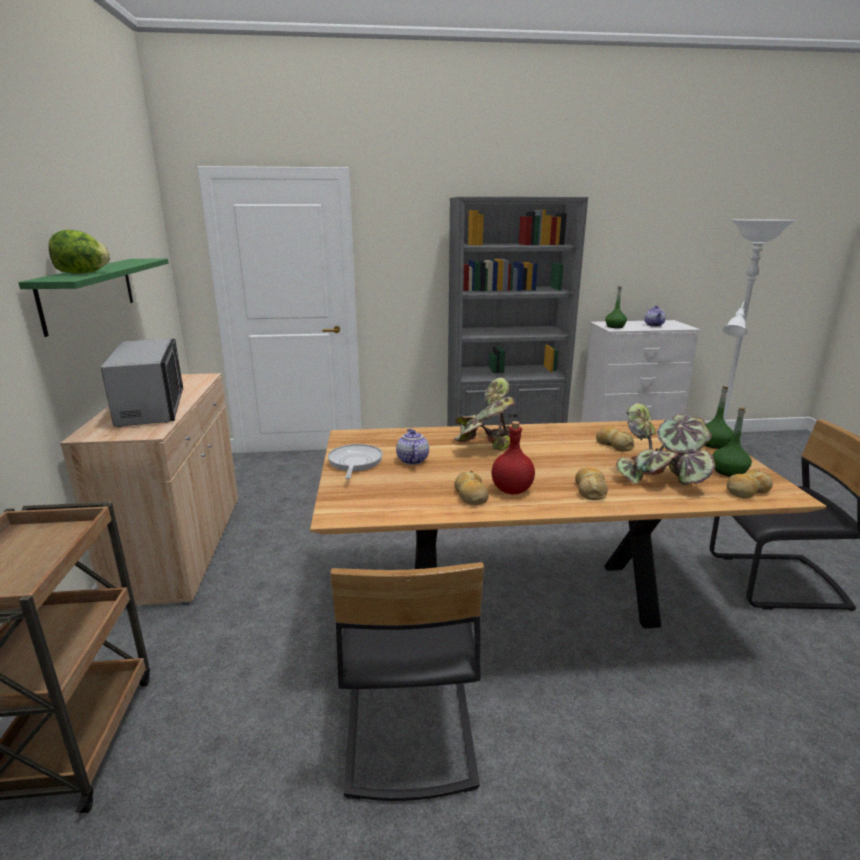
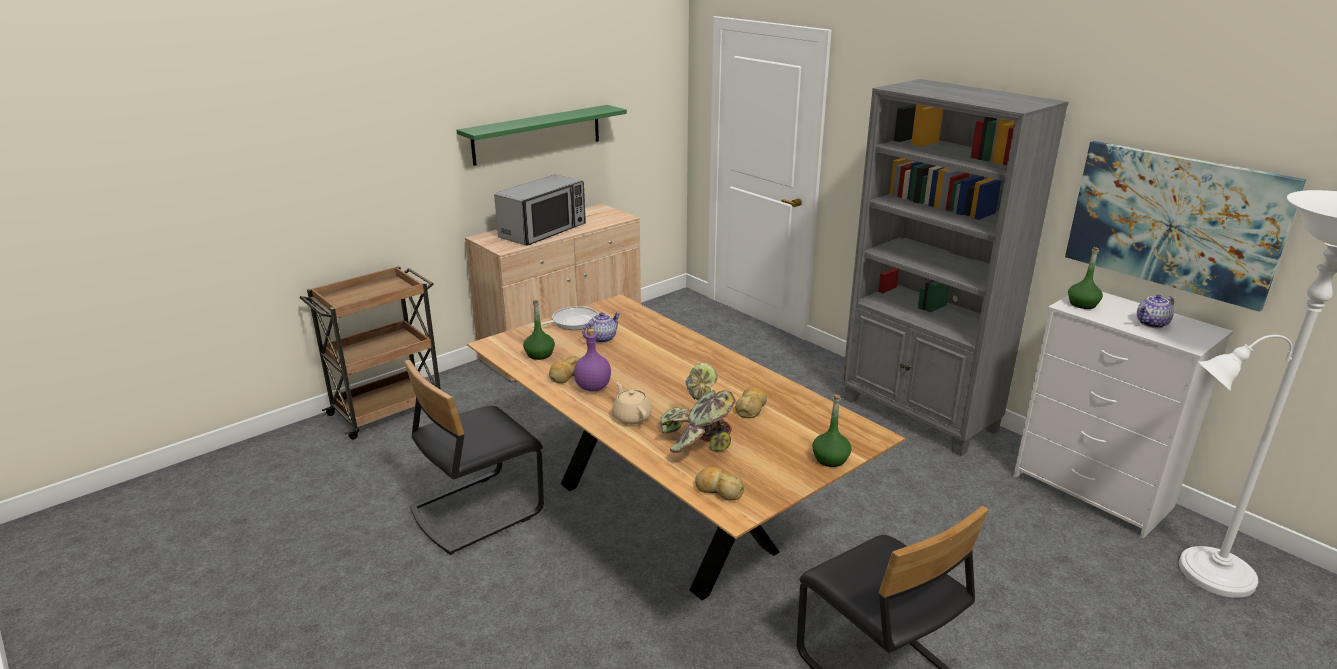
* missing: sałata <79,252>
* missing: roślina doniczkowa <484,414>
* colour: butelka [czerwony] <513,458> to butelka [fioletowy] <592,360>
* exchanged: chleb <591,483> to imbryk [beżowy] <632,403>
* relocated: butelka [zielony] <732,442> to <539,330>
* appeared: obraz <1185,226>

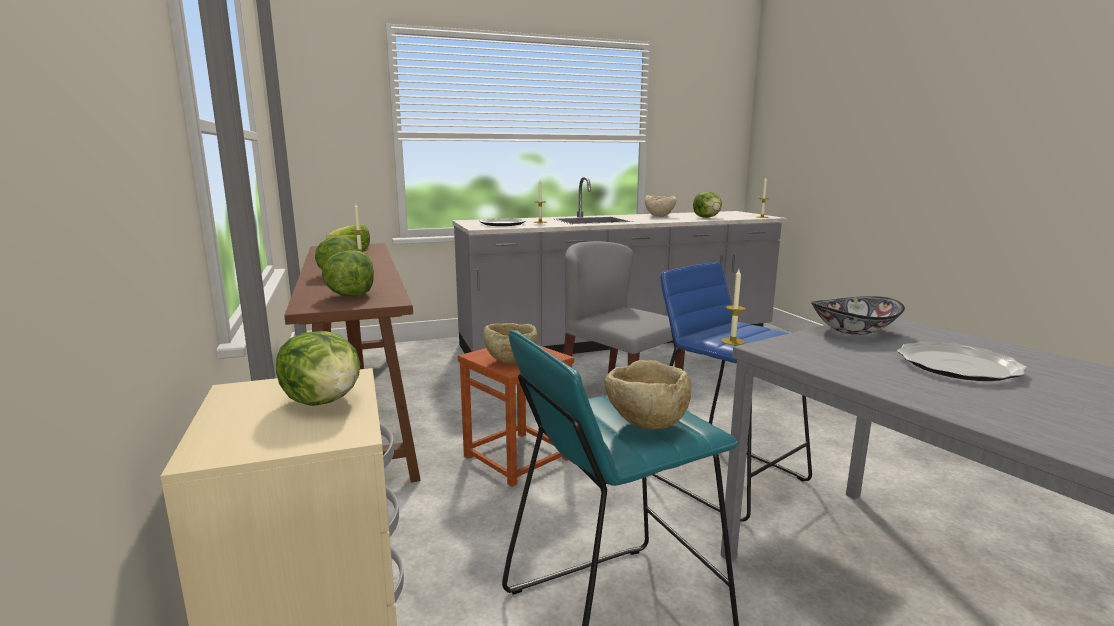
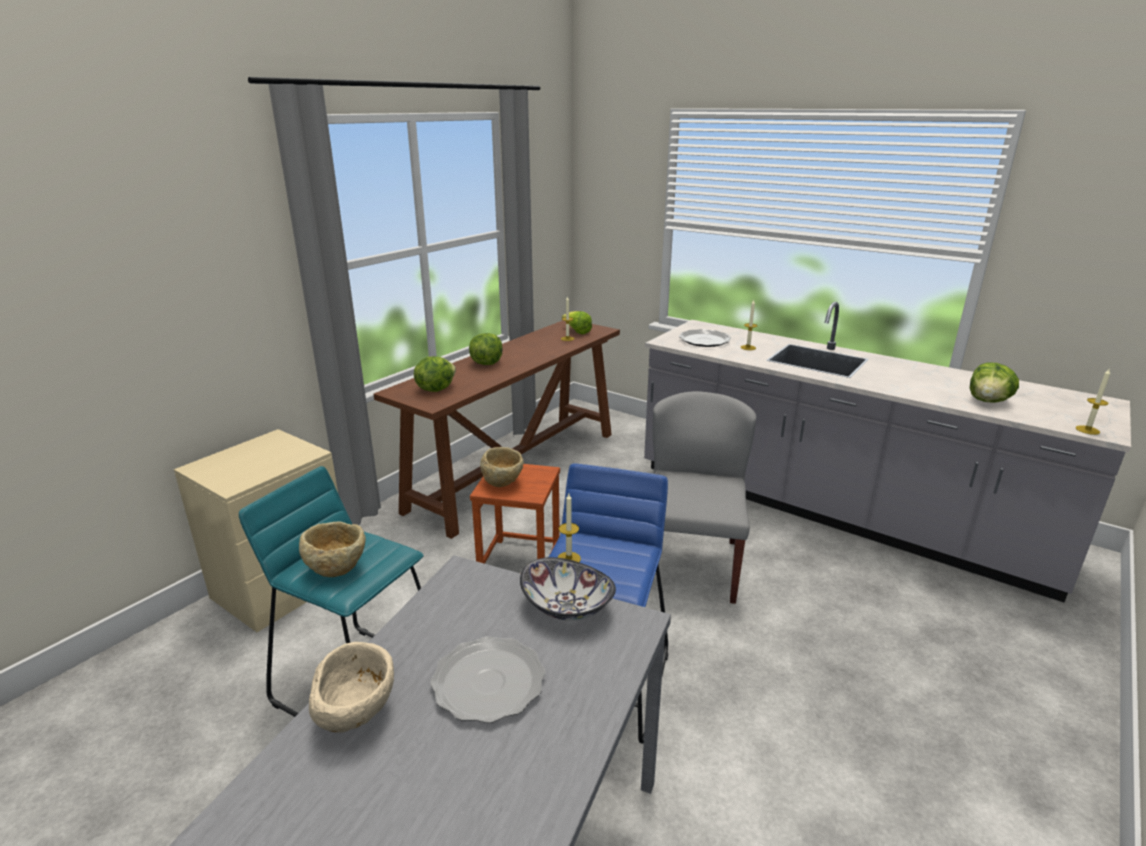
* missing: sałata <318,368>
* relocated: miska [beżowy] <661,206> to <351,687>

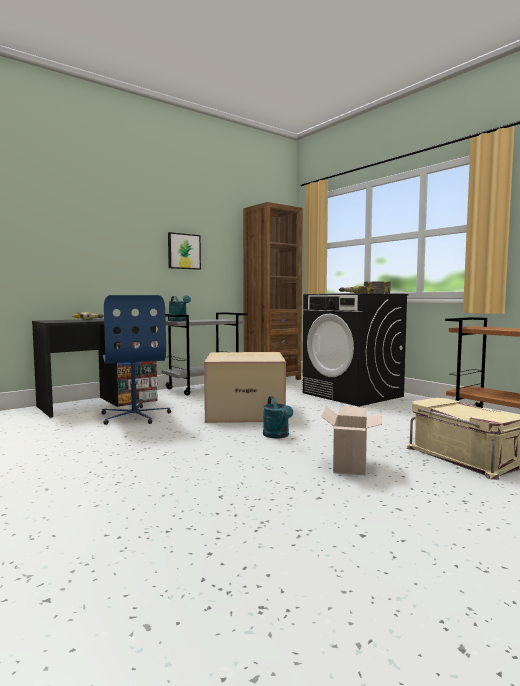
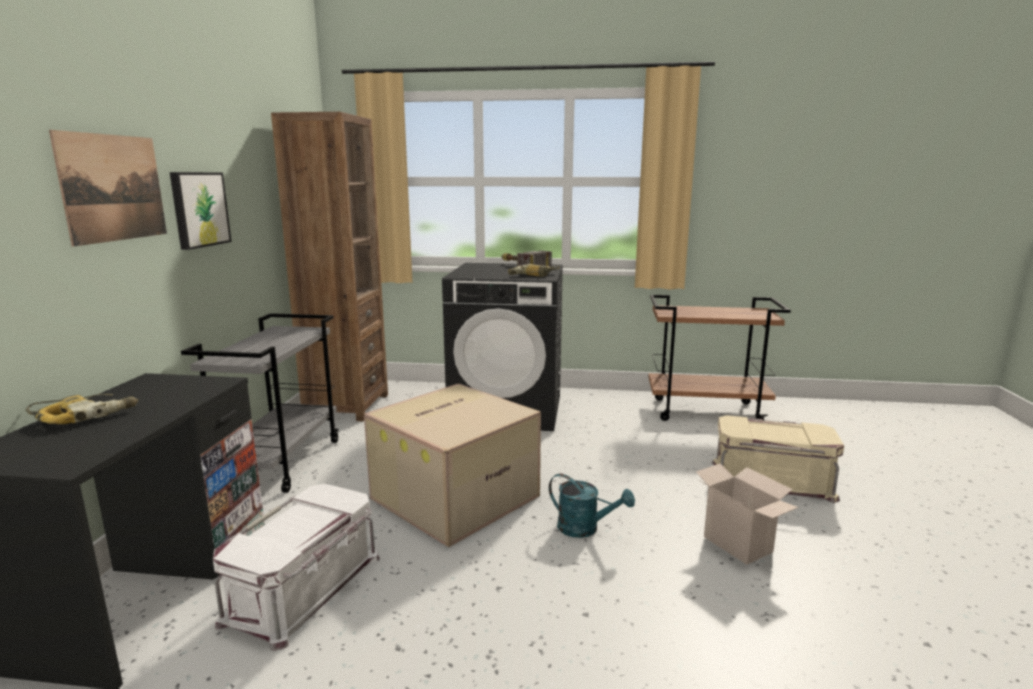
* exchanged: krzesło biurowe [niebieski] <136,360> to pojemnik do przechowywania [biały] <296,567>
* missing: konewka [turkusowy] <180,308>
* appeared: obraz <108,188>

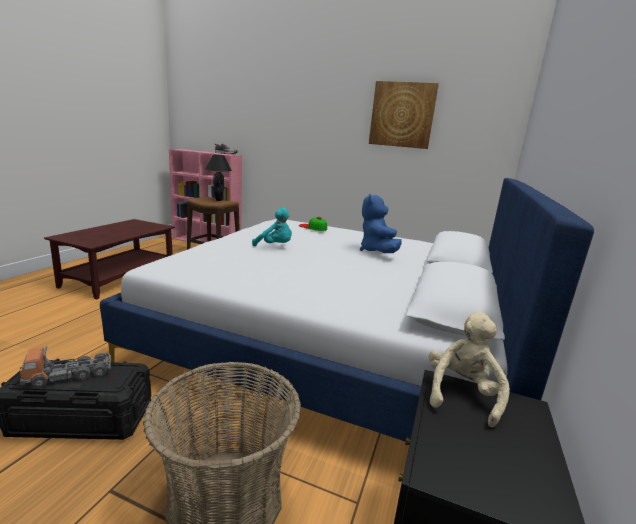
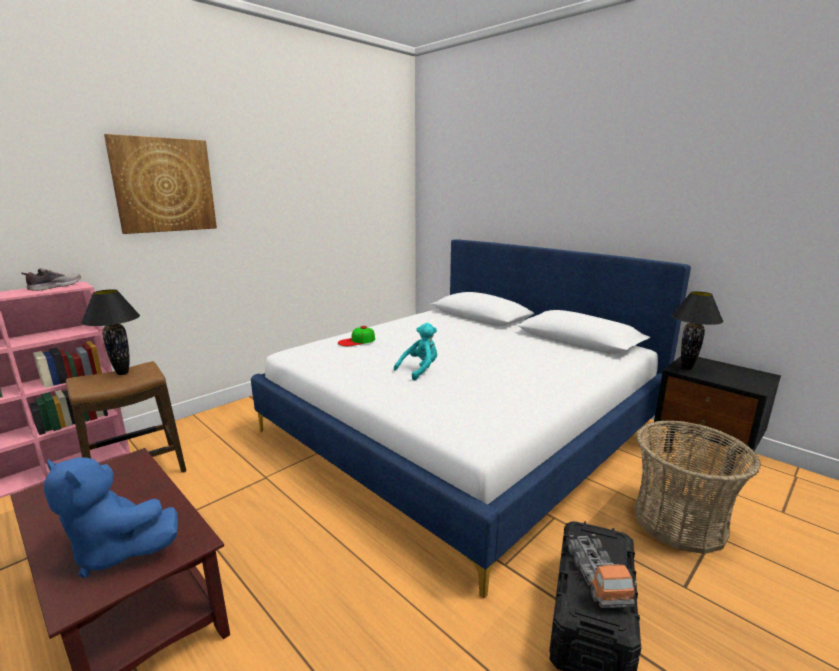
* relocated: pluszak [niebieski] <381,223> to <111,518>
* relocated: obraz <404,115> to <160,184>
* exchanged: pluszak [beżowy] <469,369> to lampa stołowa [czarny] <697,330>

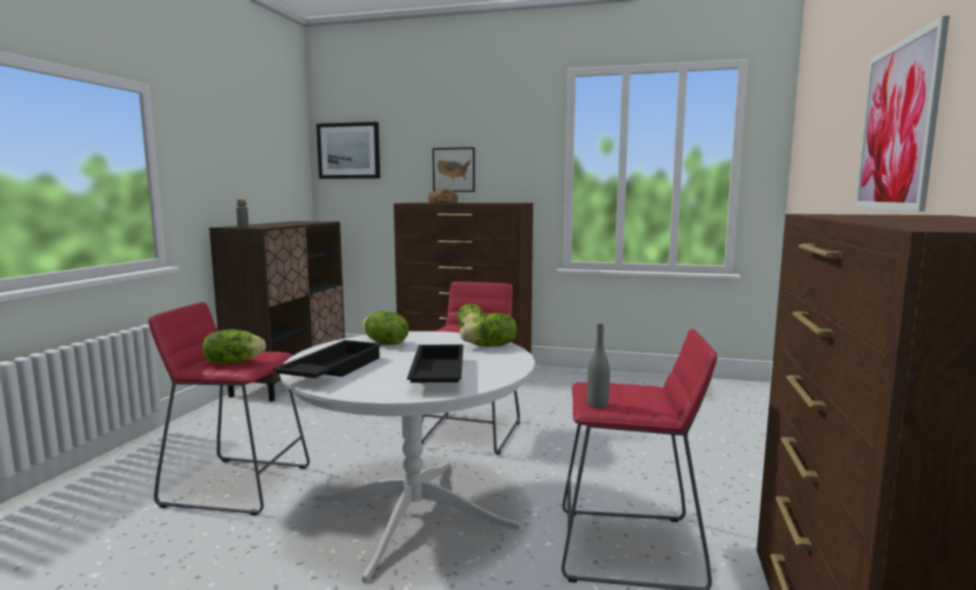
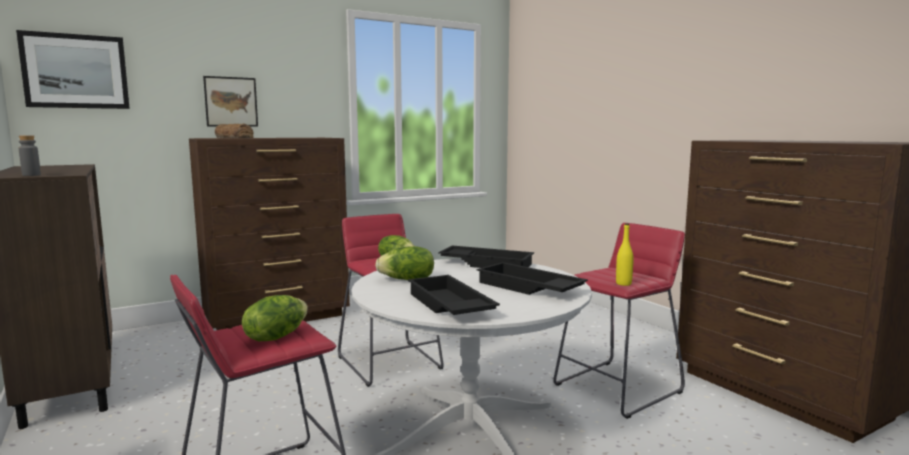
* exchanged: sałata <488,330> to taca [czarny] <486,256>
* colour: butelka [szary] <598,366> to butelka [żółty] <625,254>
* missing: obraz <902,113>

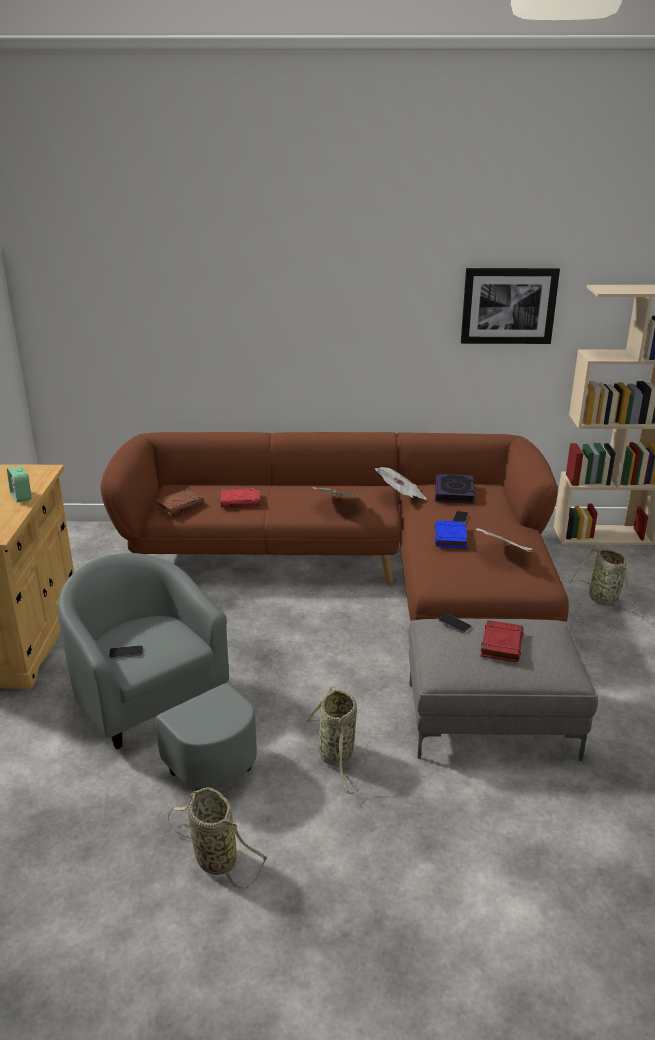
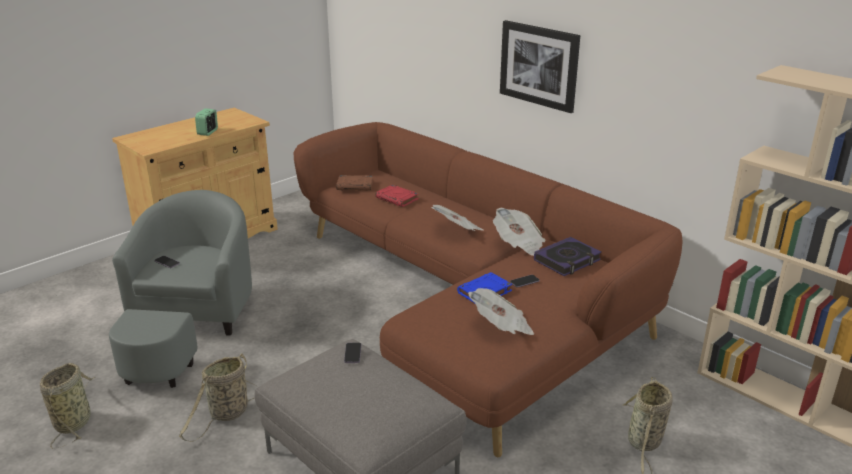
* relocated: obraz <510,306> to <540,66>
* missing: książka [czerwony] <501,641>

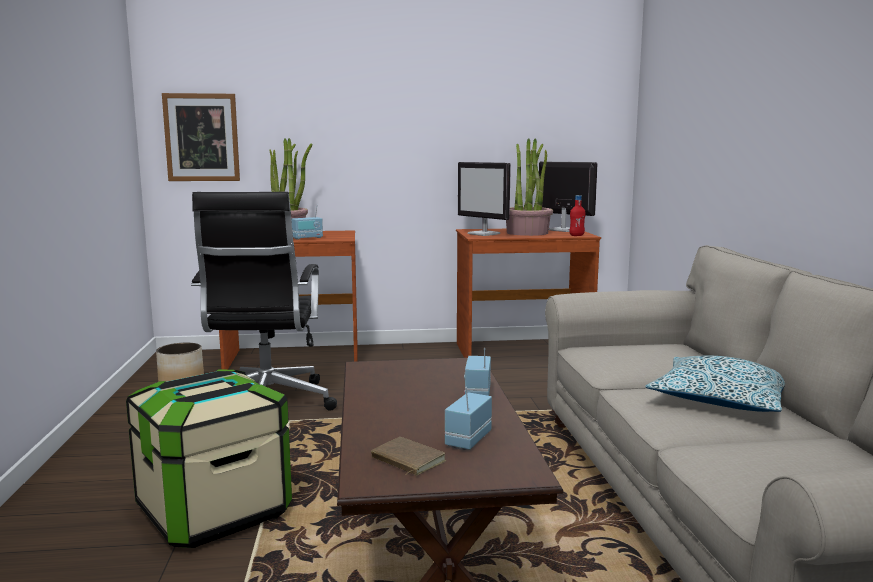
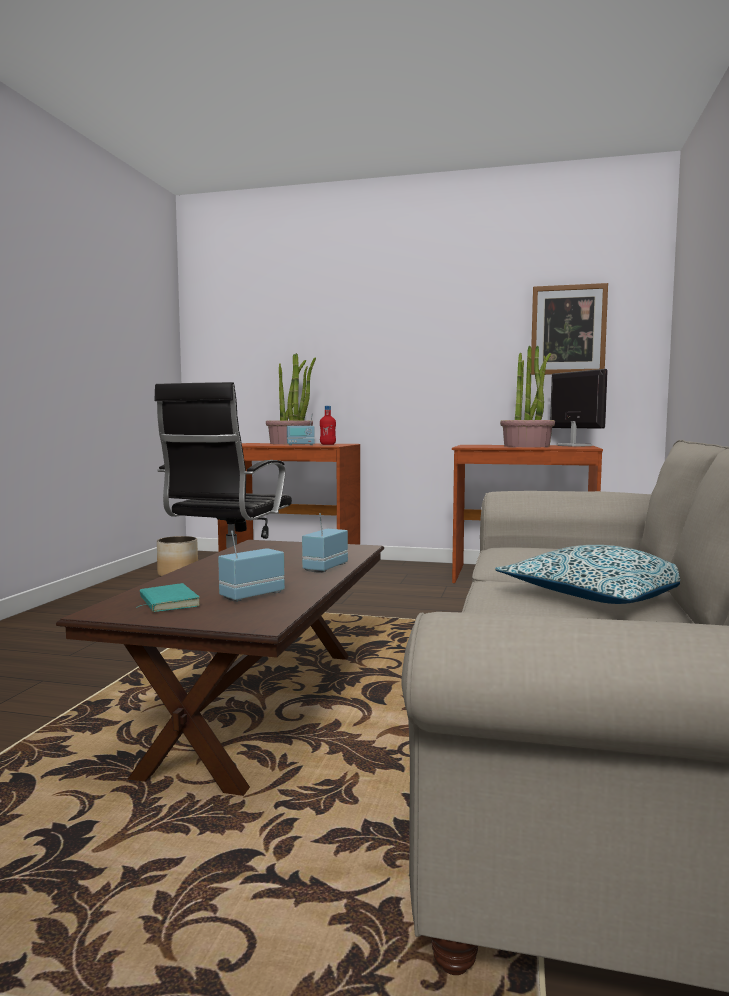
* missing: pojemnik do przechowywania <209,458>
* relocated: obraz <201,137> to <569,329>
* colour: książka [brązowy] <408,456> to książka [turkusowy] <168,597>
* missing: monitor <484,199>
* relocated: butelka [czerwony] <577,215> to <328,425>

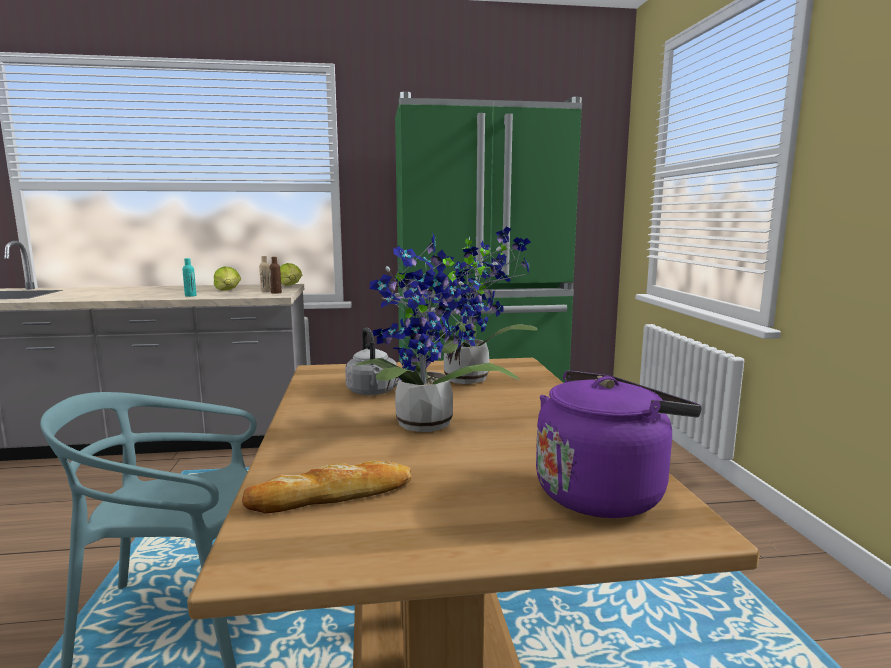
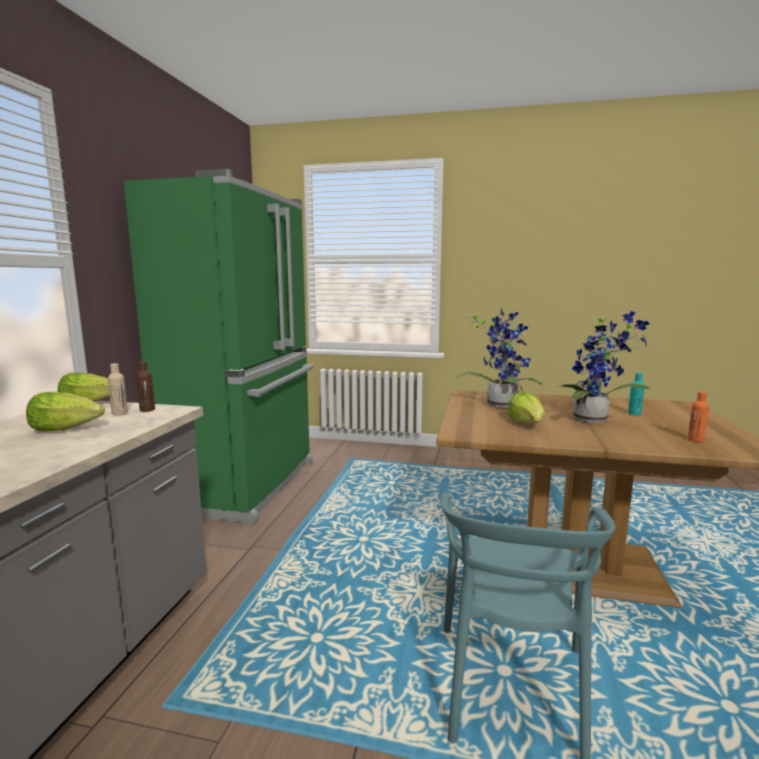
* relocated: butelka [turkusowy] <189,277> to <636,394>
* exchanged: chleb <327,487> to butelka [pomarańczowy] <698,416>
* exchanged: czajnik [szary] <371,361> to sałata <526,408>
* missing: czajnik [fioletowy] <619,444>

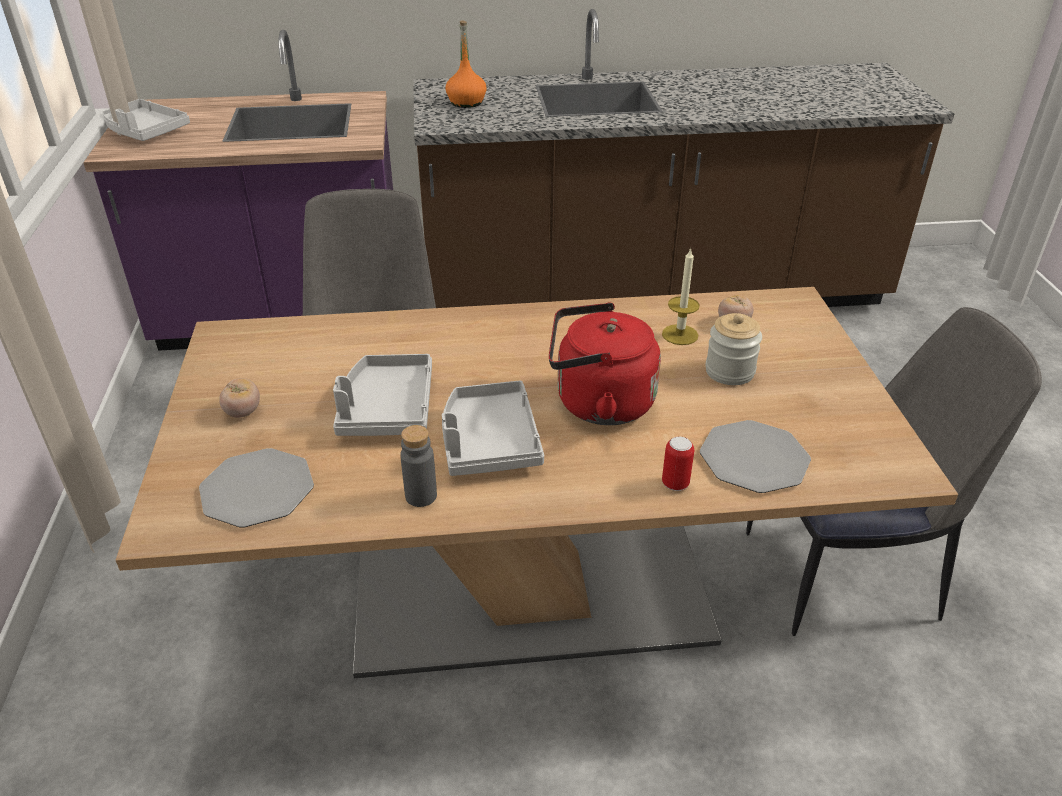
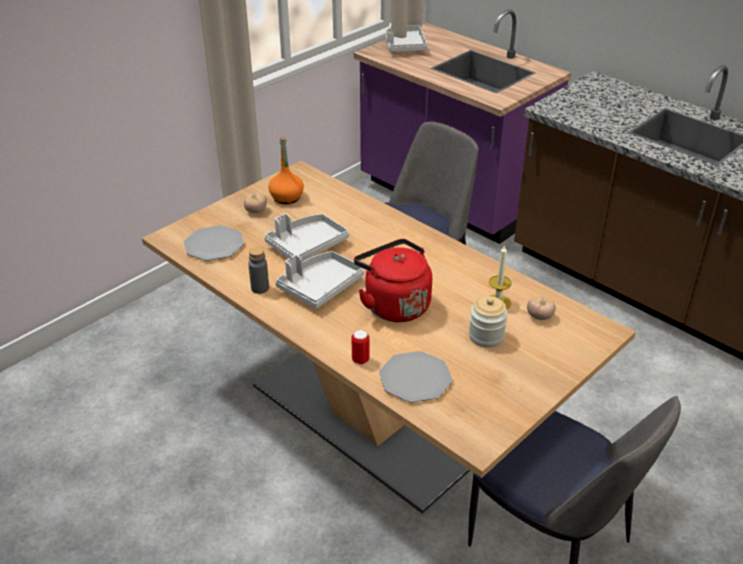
* relocated: butelka [pomarańczowy] <466,64> to <286,170>

